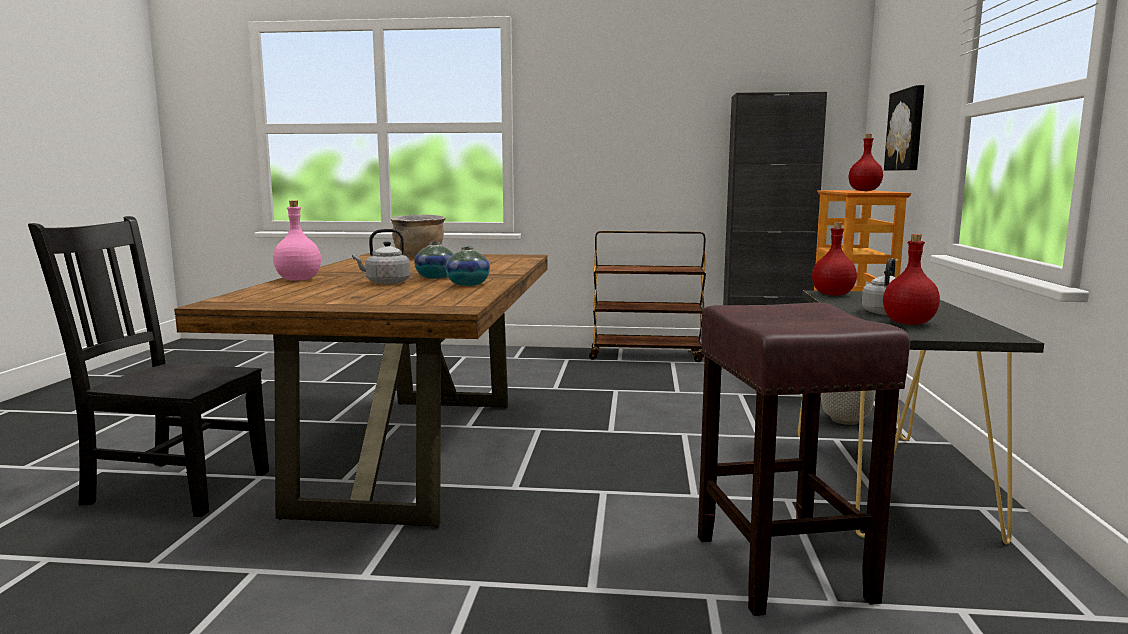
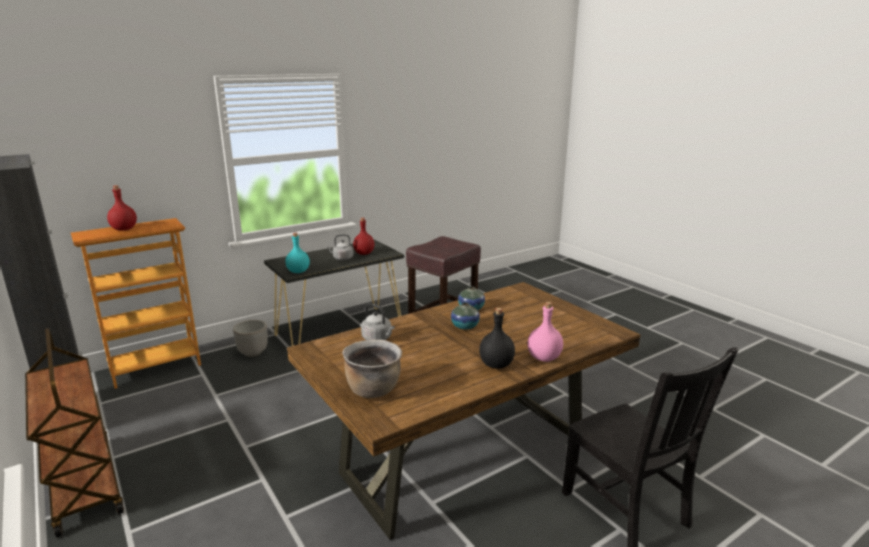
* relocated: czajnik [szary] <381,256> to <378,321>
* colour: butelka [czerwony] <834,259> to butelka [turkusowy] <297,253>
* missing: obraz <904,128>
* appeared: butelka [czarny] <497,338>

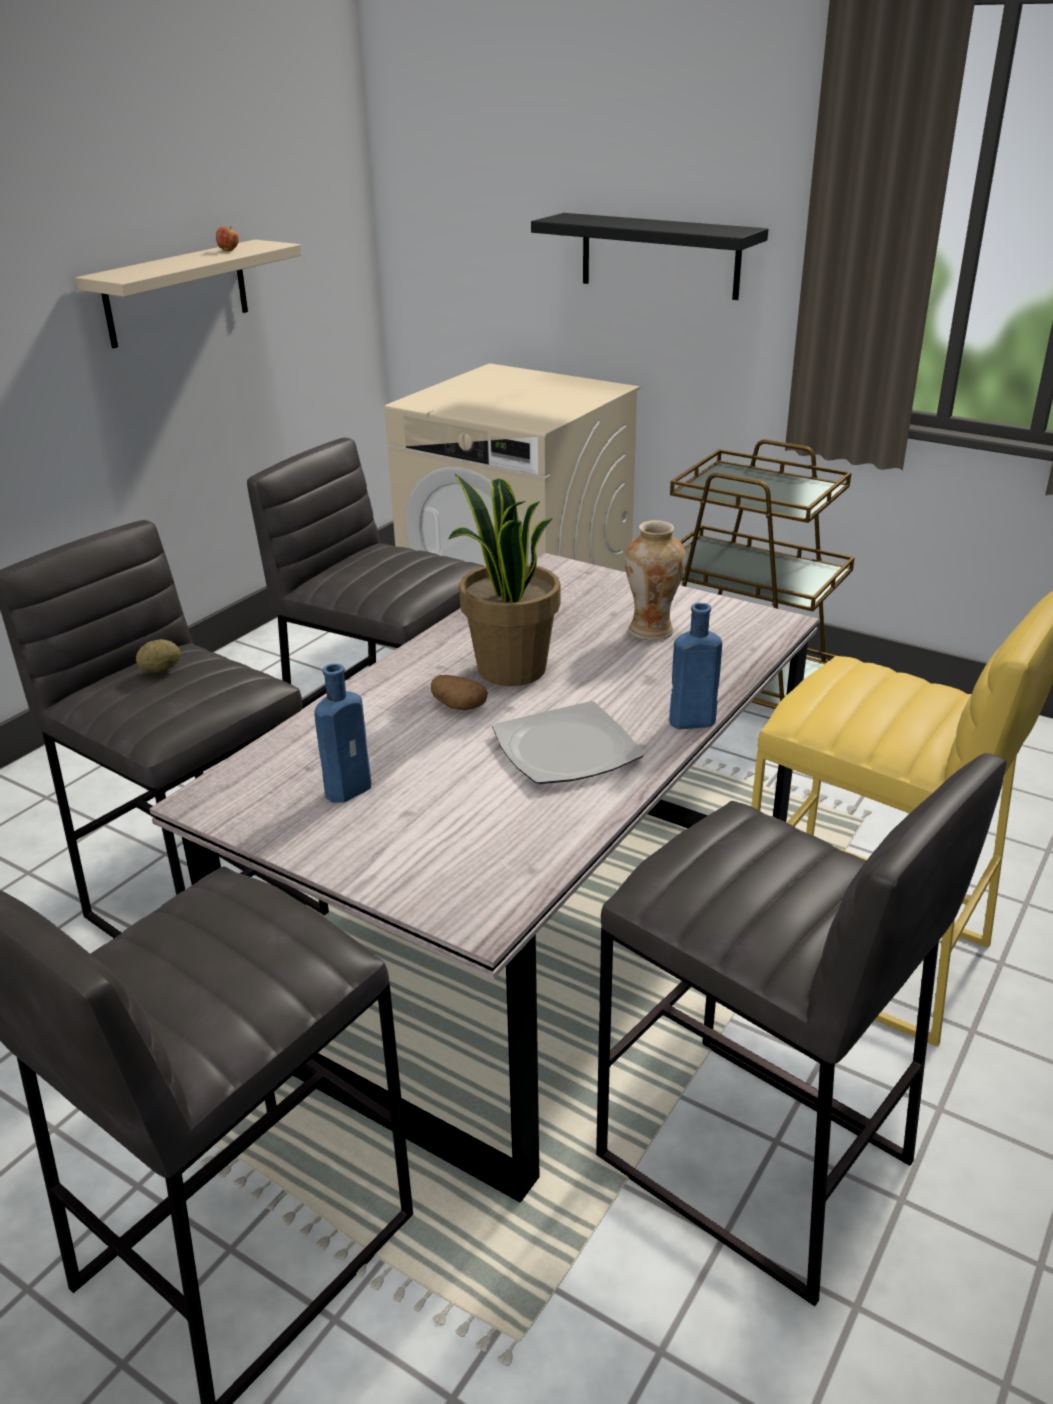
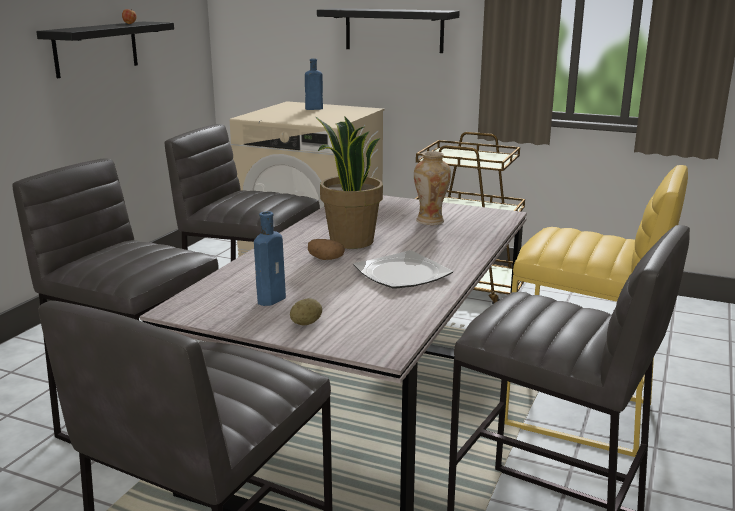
* colour: półka [beżowy] <188,294> to półka [czarny] <105,50>
* relocated: ziemniak <158,655> to <306,312>
* relocated: butelka [niebieski] <695,666> to <314,84>

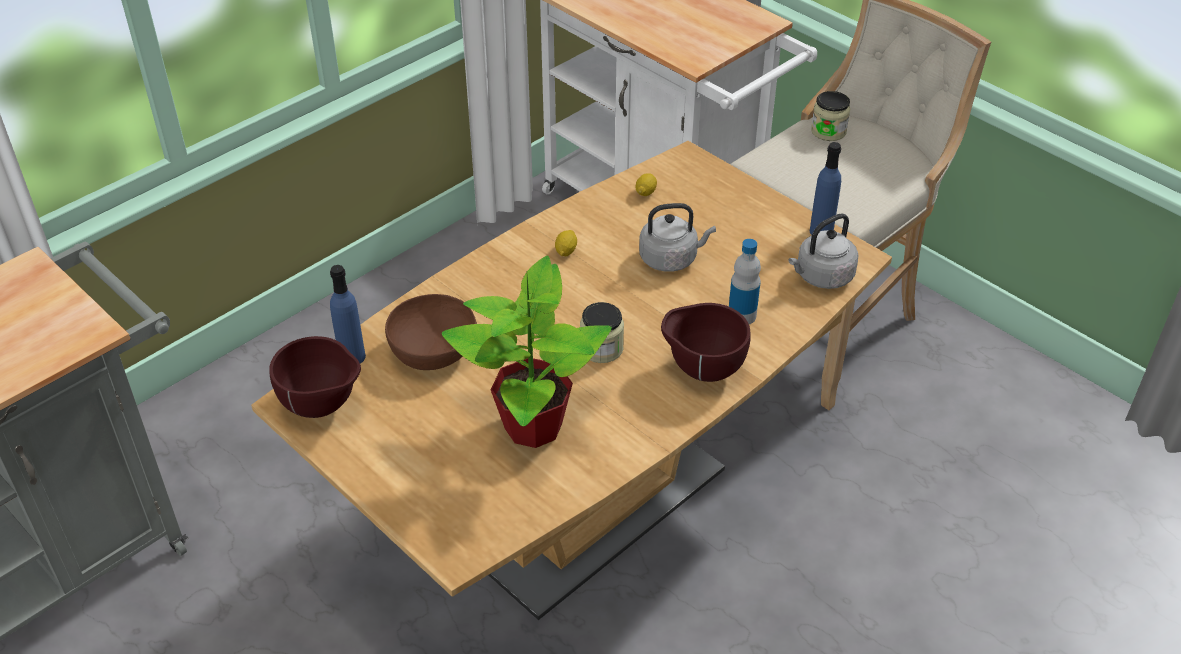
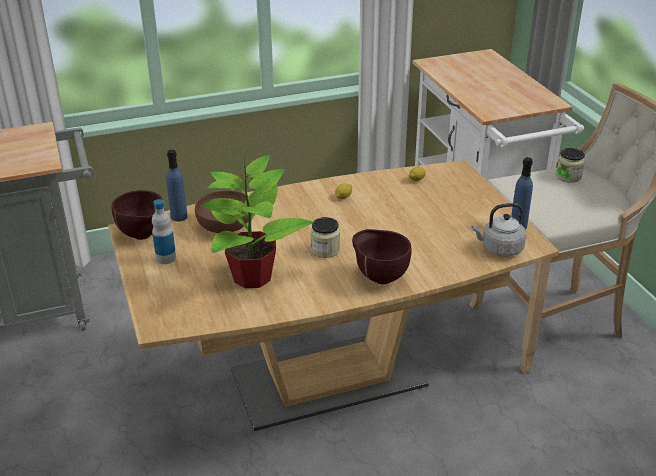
* missing: czajnik [szary] <677,237>
* relocated: butelka <745,281> to <164,231>

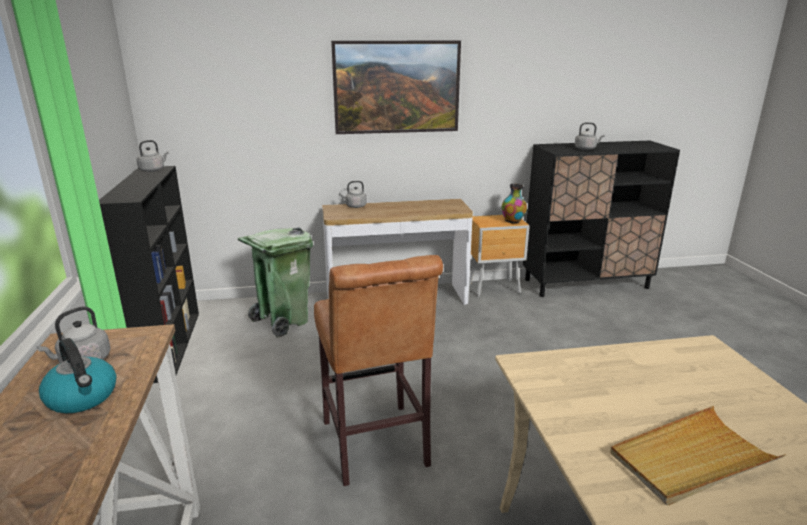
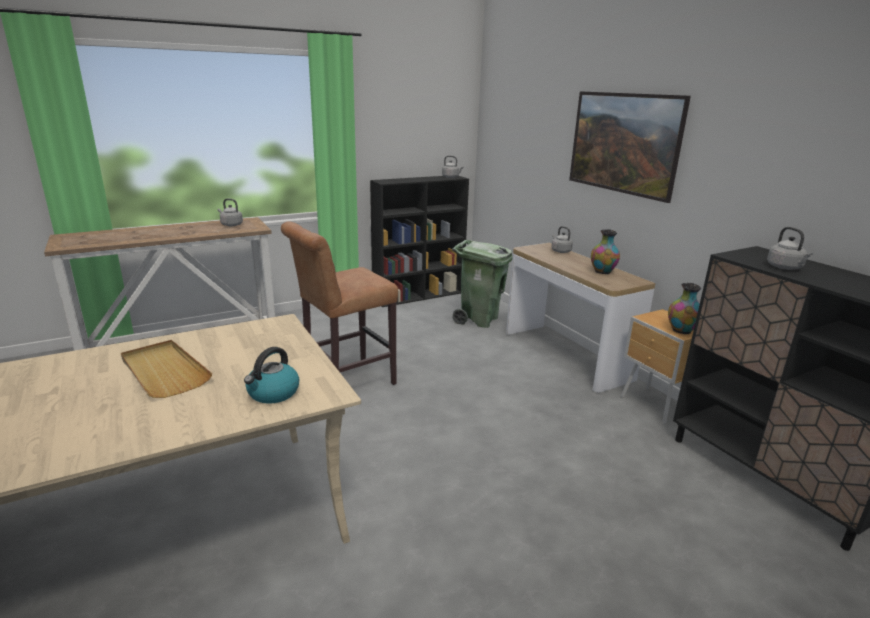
* relocated: czajnik <77,375> to <271,375>
* appeared: wazon <605,251>

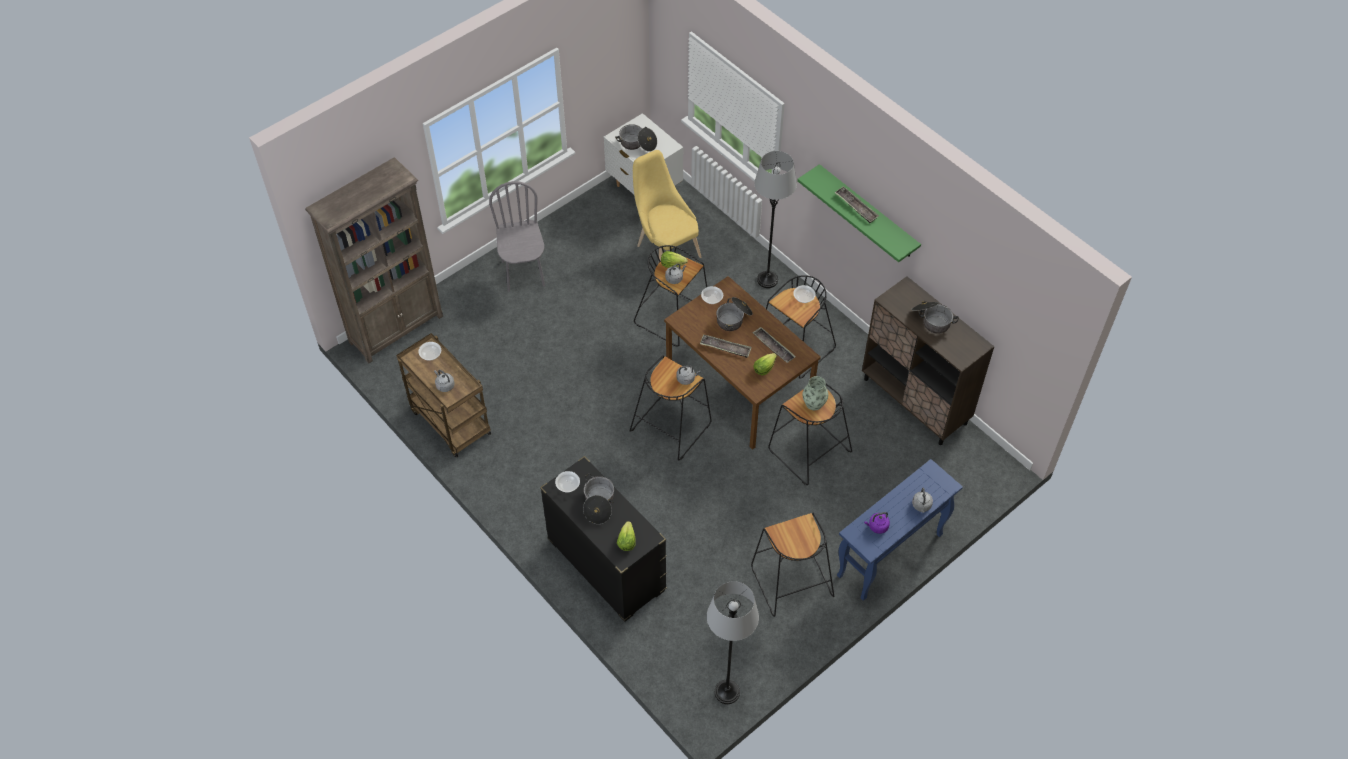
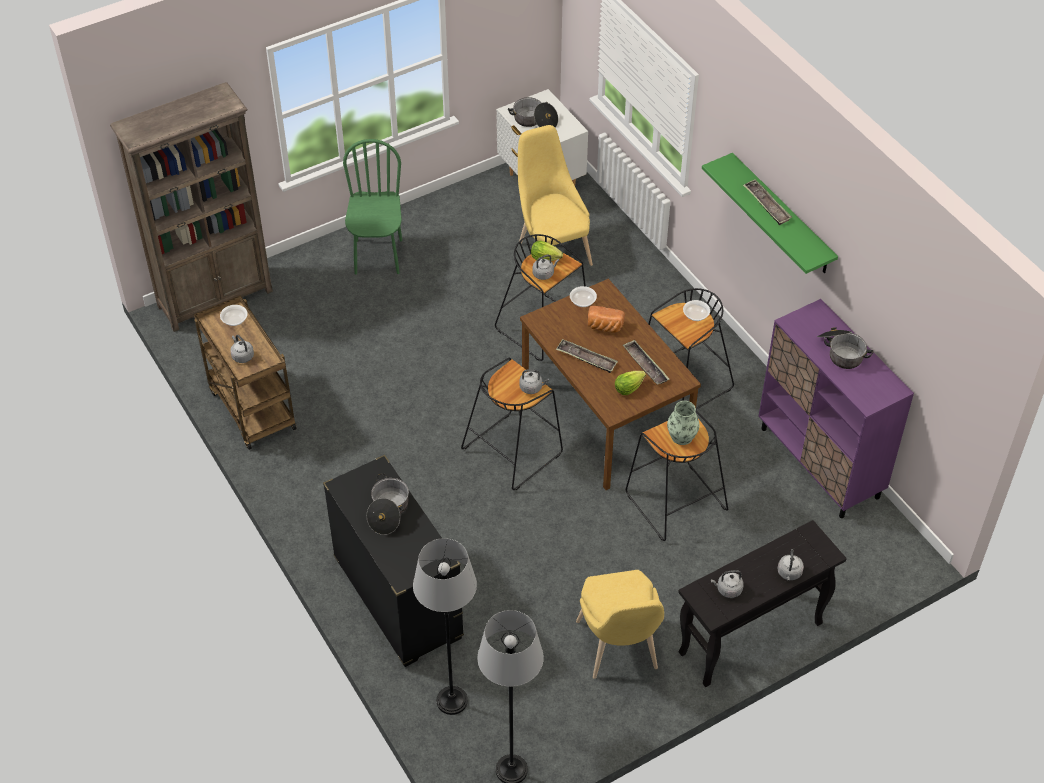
* colour: krzesło [szary] <517,236> to krzesło [zielony] <372,207>
* missing: miska <567,482>
* missing: sałata <626,536>
* exchanged: garnek <734,314> to chleb <606,319>
* exchanged: stołek [czarny] <792,565> to krzesło [żółty] <620,624>
* relocated: lampa stojąca [szary] <775,219> to <445,626>
* colour: stolik konsolowy [niebieski] <900,530> to stolik konsolowy [czarny] <762,603>
* colour: szafka [brązowy] <928,360> to szafka [fioletowy] <836,408>
* colour: czajnik [fioletowy] <877,523> to czajnik [szary] <727,584>

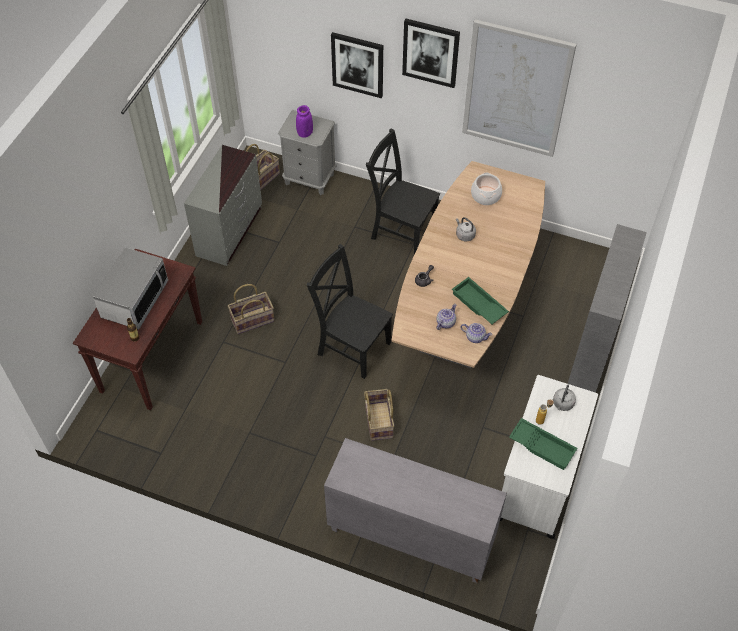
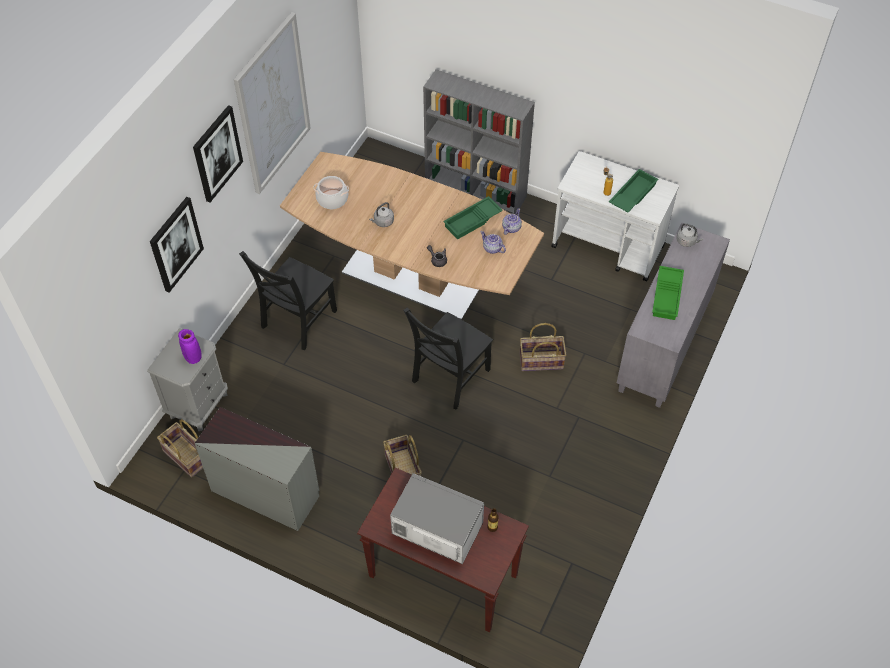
* relocated: czajnik [szary] <564,397> to <689,235>
* appeared: taca [zielony] <668,293>

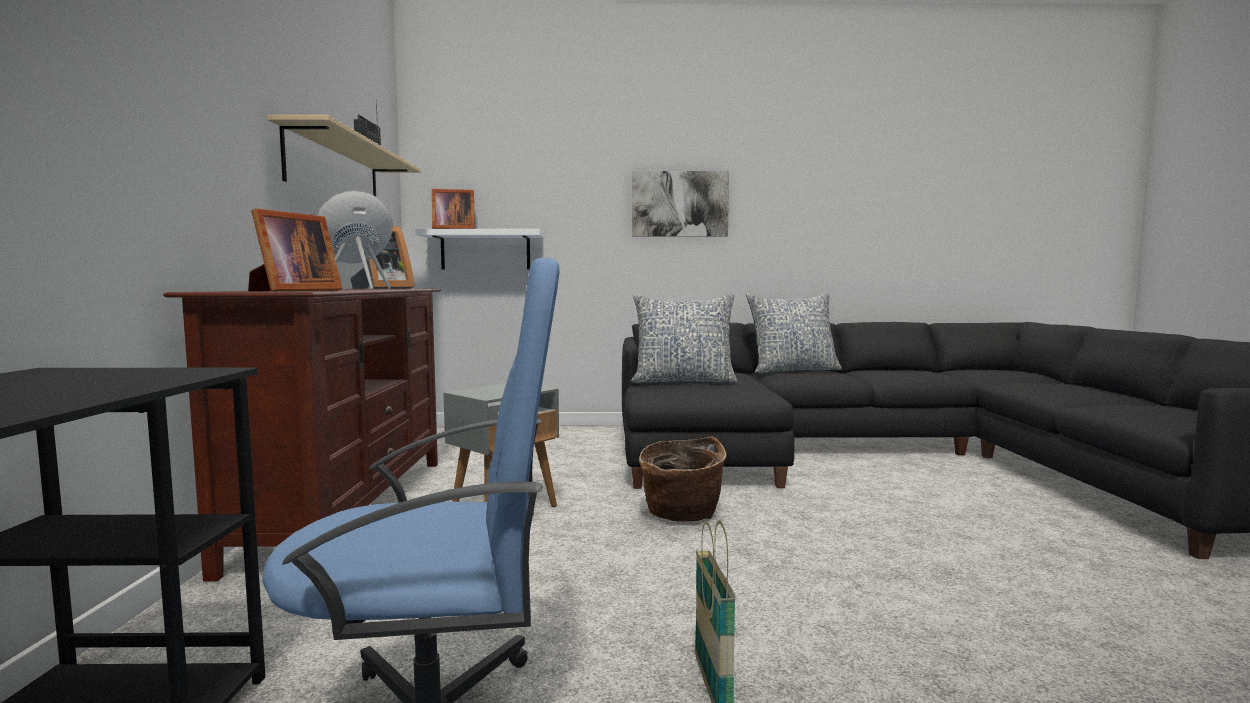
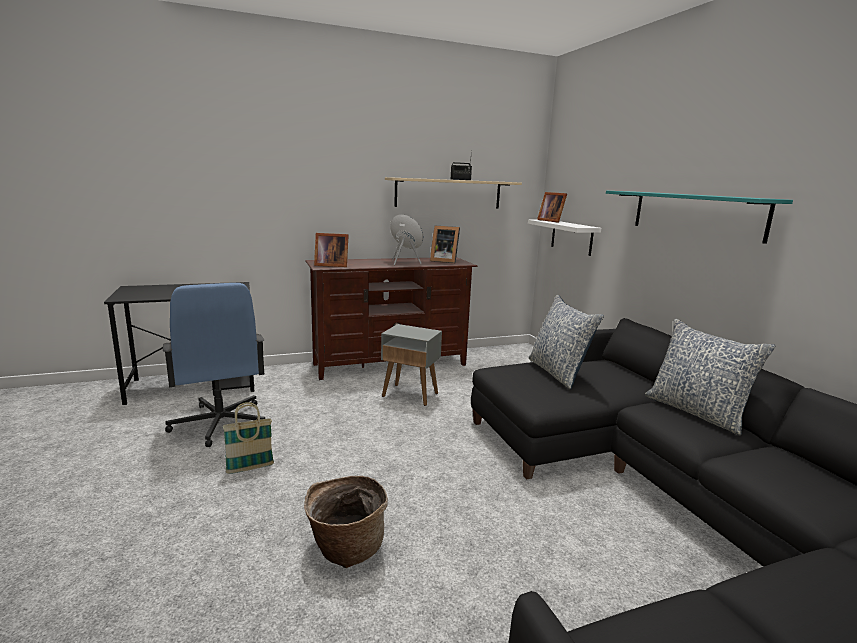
* exchanged: obraz <680,204> to półka [turkusowy] <699,217>
* relocated: koszyk <683,479> to <346,522>

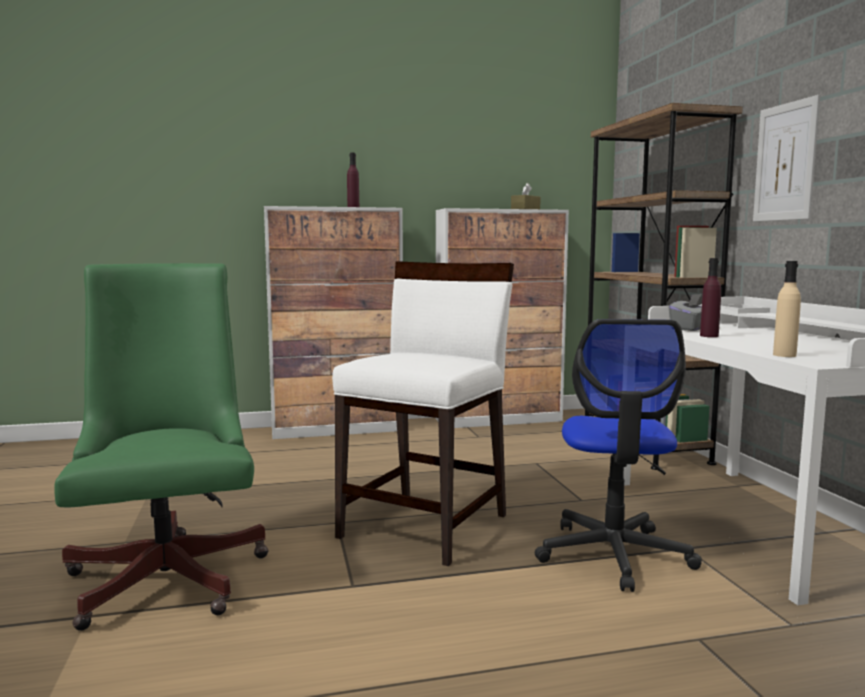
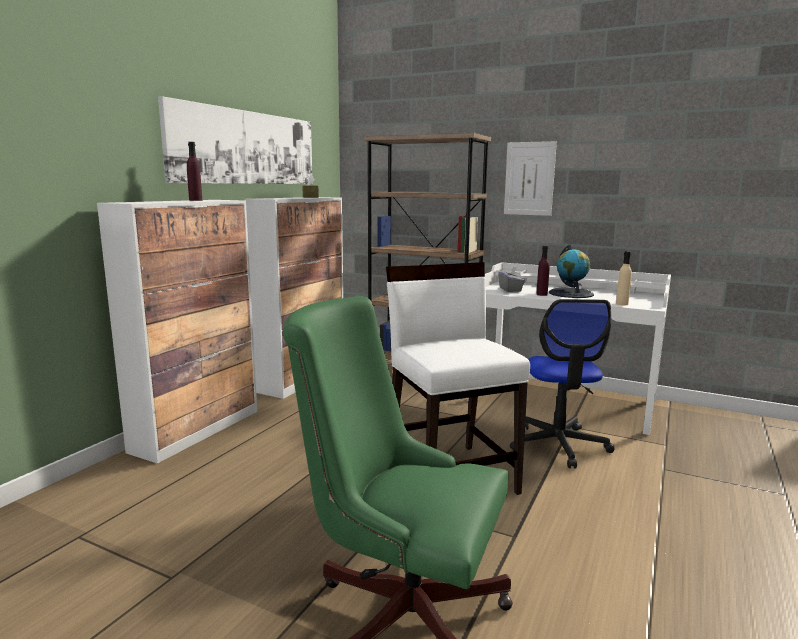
* spun: krzesło biurowe <618,455> = <562,383> 45 degrees clockwise
* appeared: obraz <235,140>
* appeared: globus <571,271>

